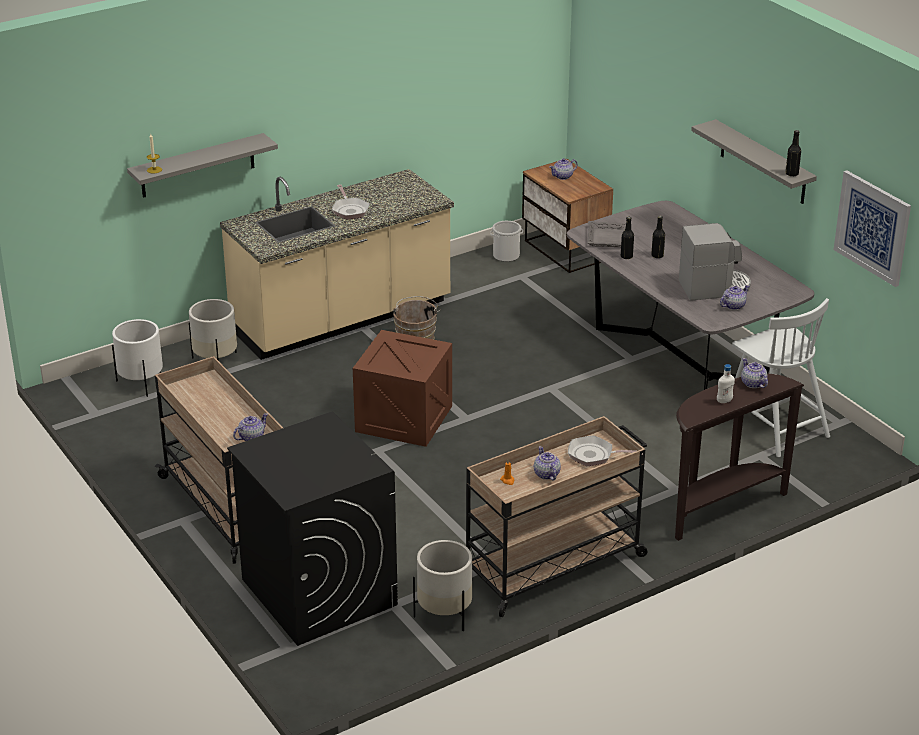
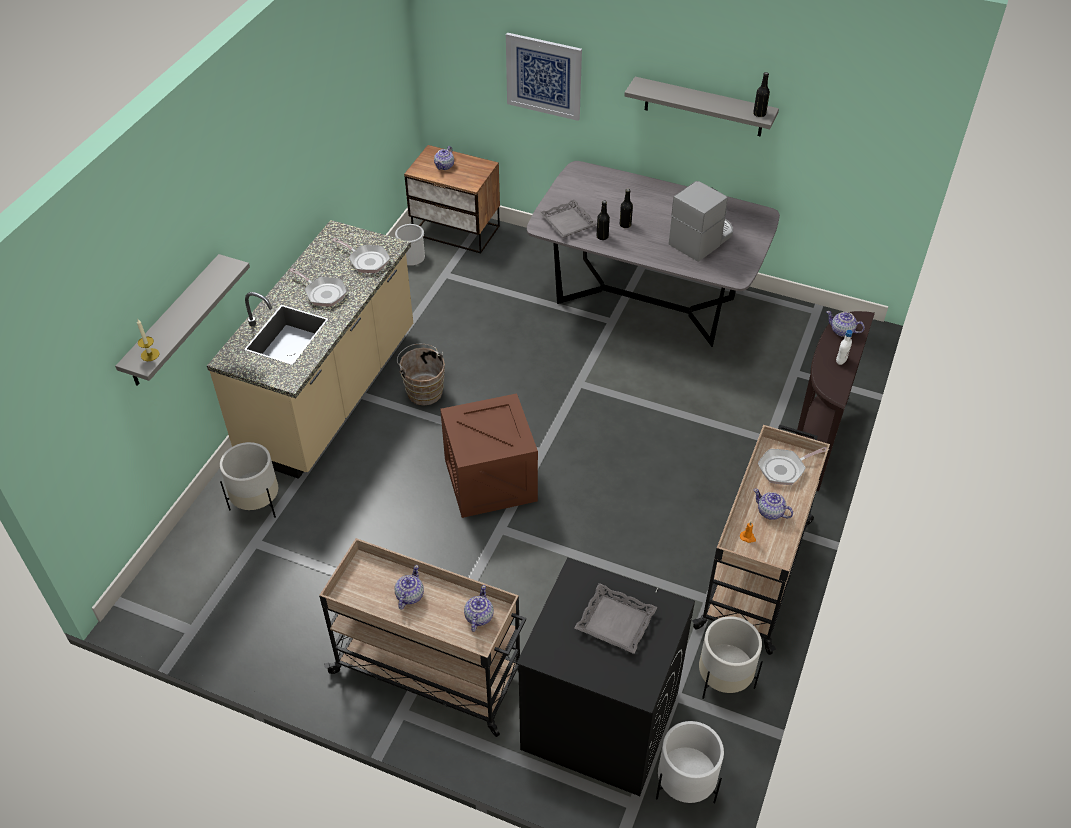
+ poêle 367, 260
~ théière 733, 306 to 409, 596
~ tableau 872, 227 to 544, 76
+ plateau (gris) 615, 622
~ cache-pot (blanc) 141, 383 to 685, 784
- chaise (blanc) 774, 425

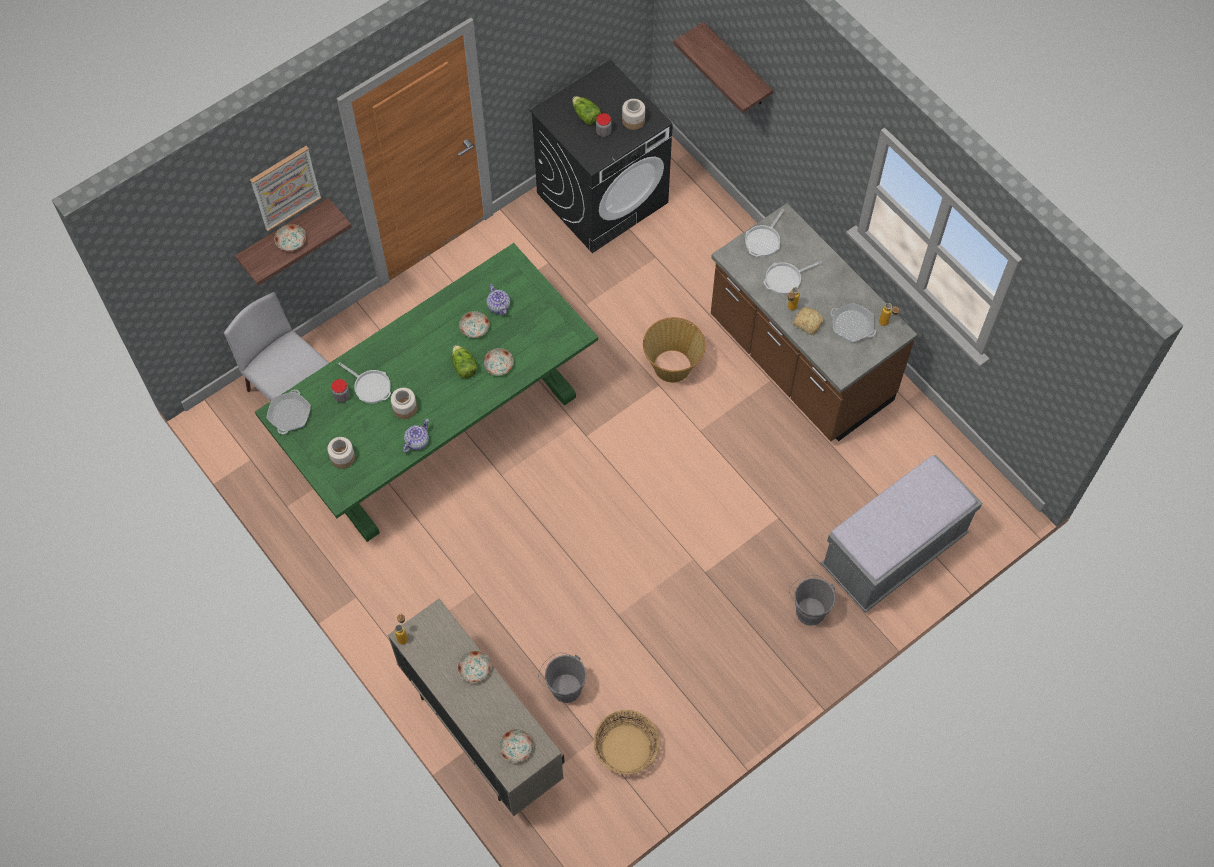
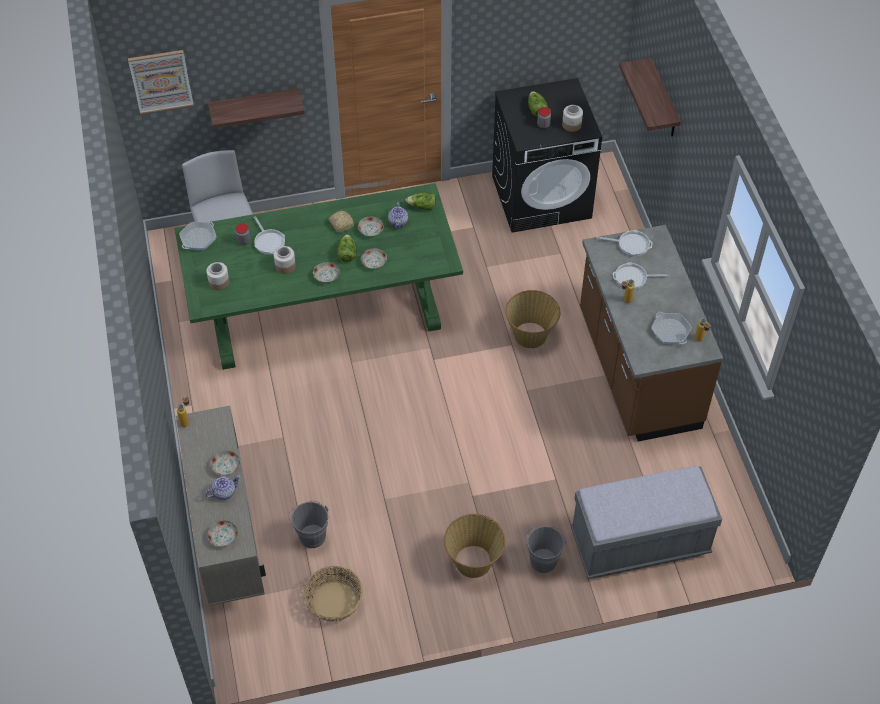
~ tableau 285, 187 to 161, 81
~ théière 417, 441 to 224, 492
~ assiette 291, 242 to 326, 276
~ pain 807, 322 to 341, 224
+ laitue 422, 207
+ panier 473, 561
~ poêle 764, 240 = 631, 244 135 degrees counterclockwise

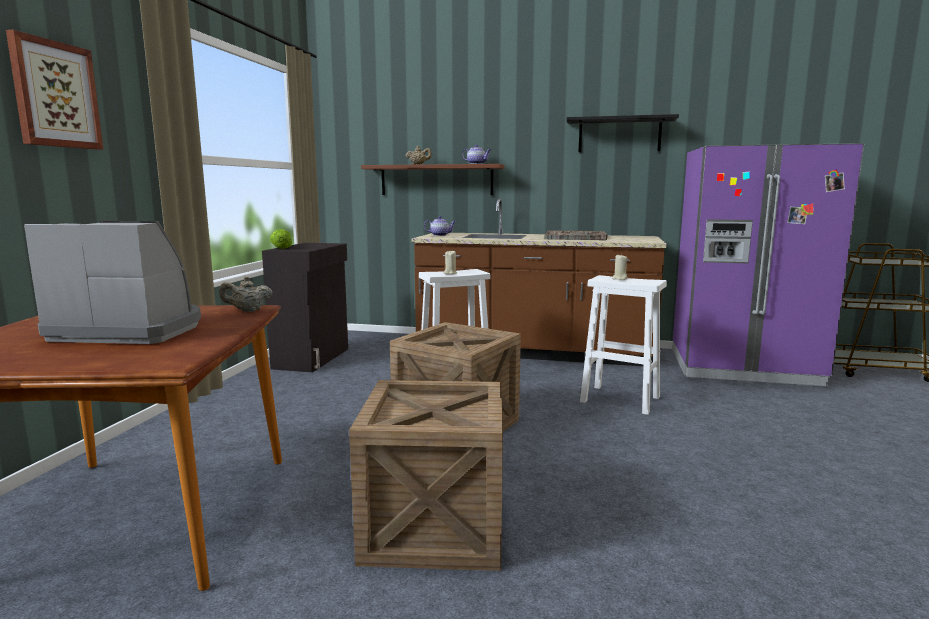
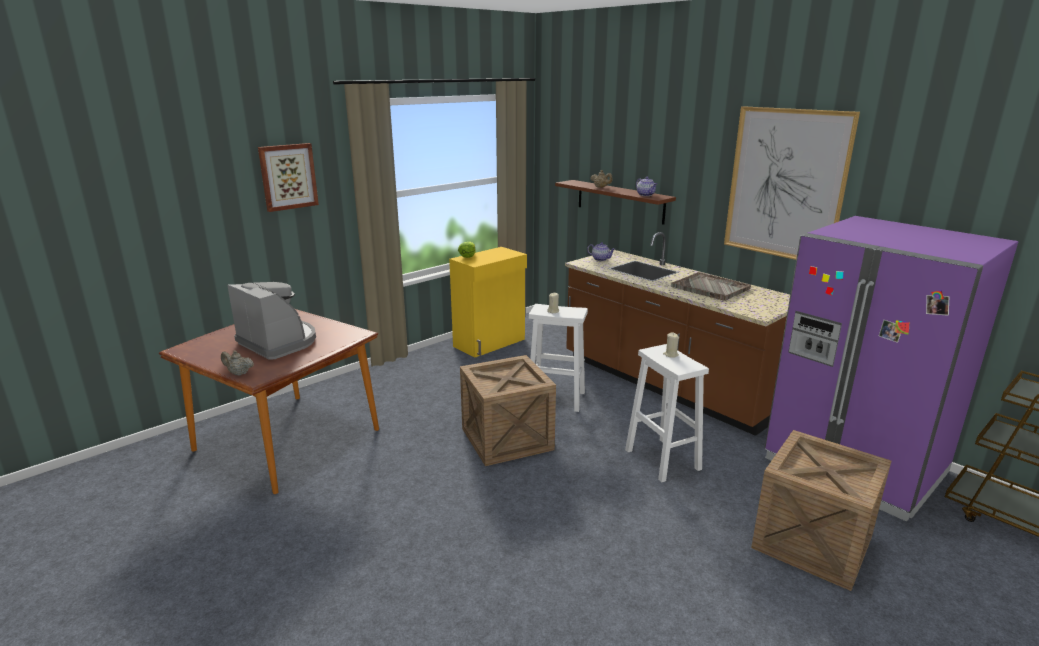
~ théière (beige) 247, 311 to 238, 373
~ meuble de rangement (noir) 313, 358 to meuble de rangement (jaune) 490, 343
~ étagère (noir) 619, 135 to tableau 786, 184
~ caisse 434, 526 to 812, 542

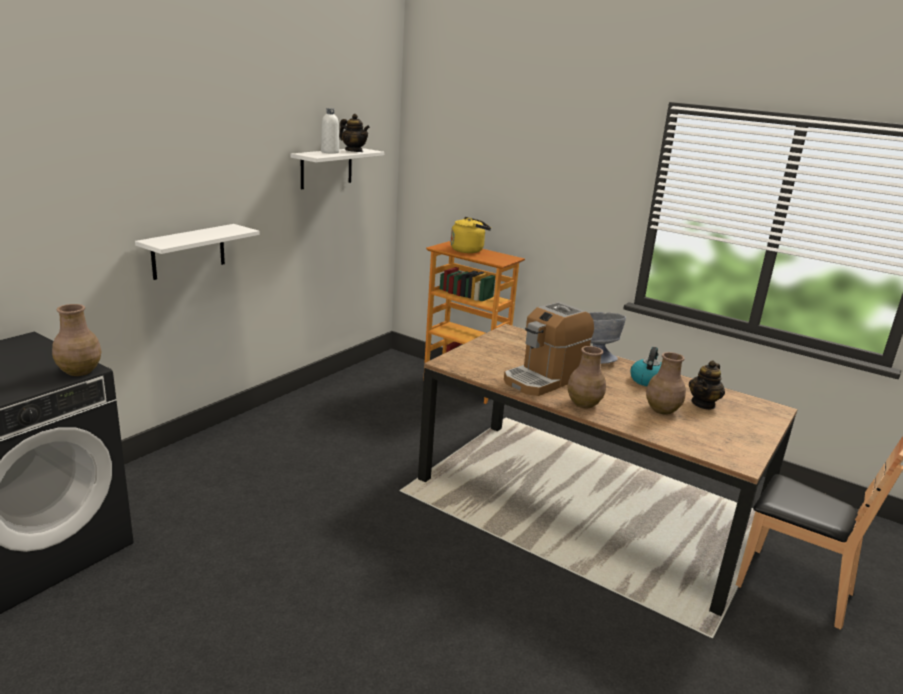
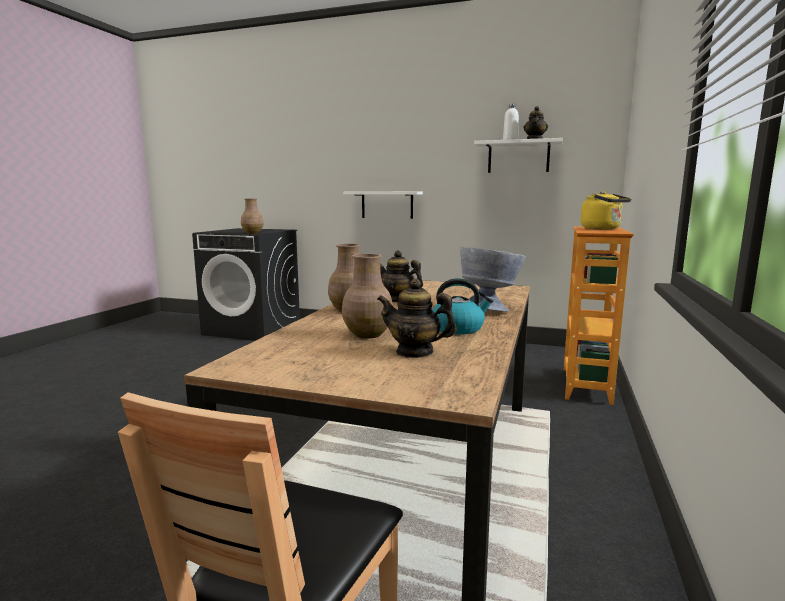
~ machine à café 544, 379 to théière 398, 299

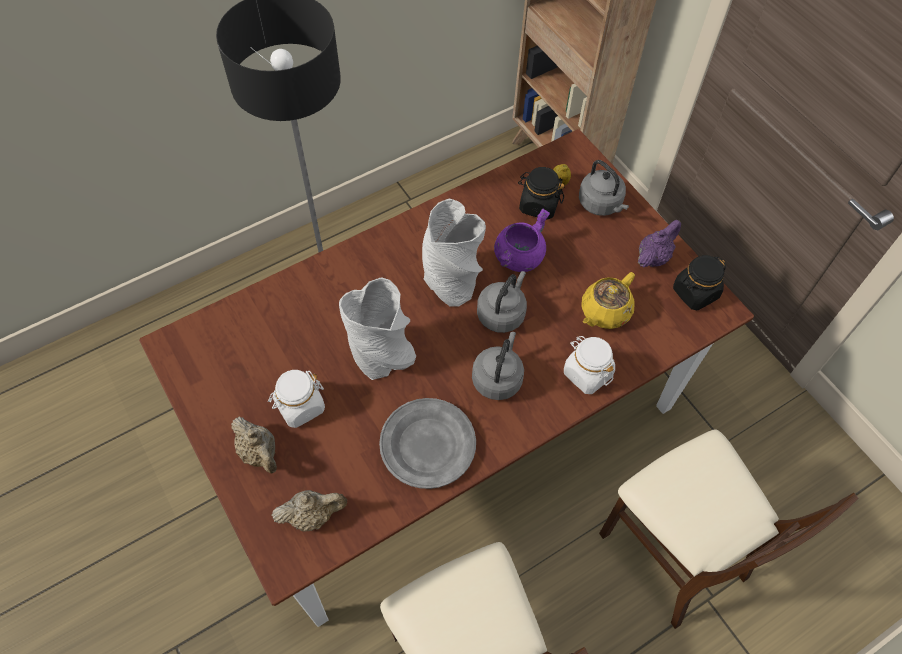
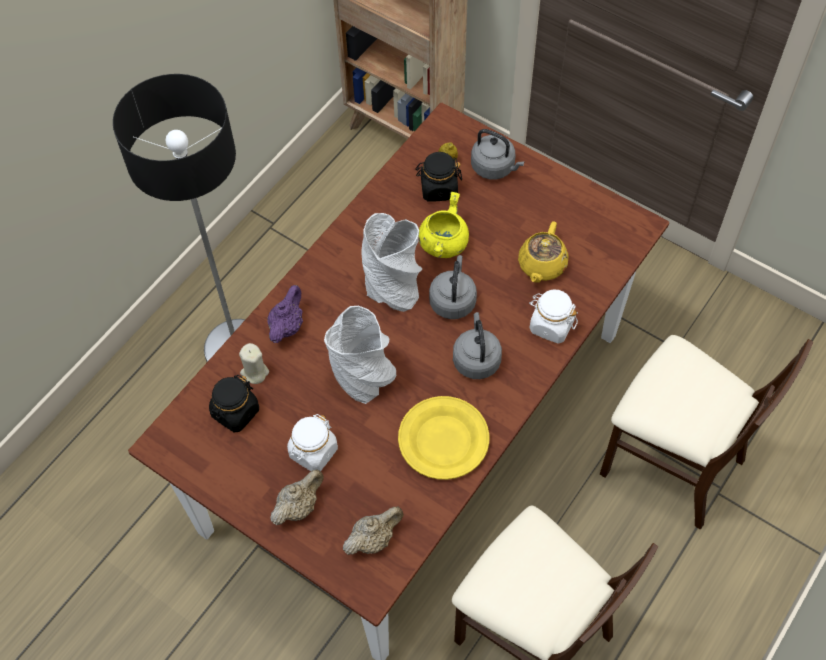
~ bocal (noir) 695, 293 to 235, 412
+ bougie (beige) 254, 372
~ théière (violet) 653, 257 to 287, 326
~ théière (beige) 260, 453 = 298, 506 75 degrees counterclockwise
~ assiette (gris) 427, 445 to assiette (jaune) 443, 440
~ marmite (violet) 518, 257 to marmite (jaune) 443, 244

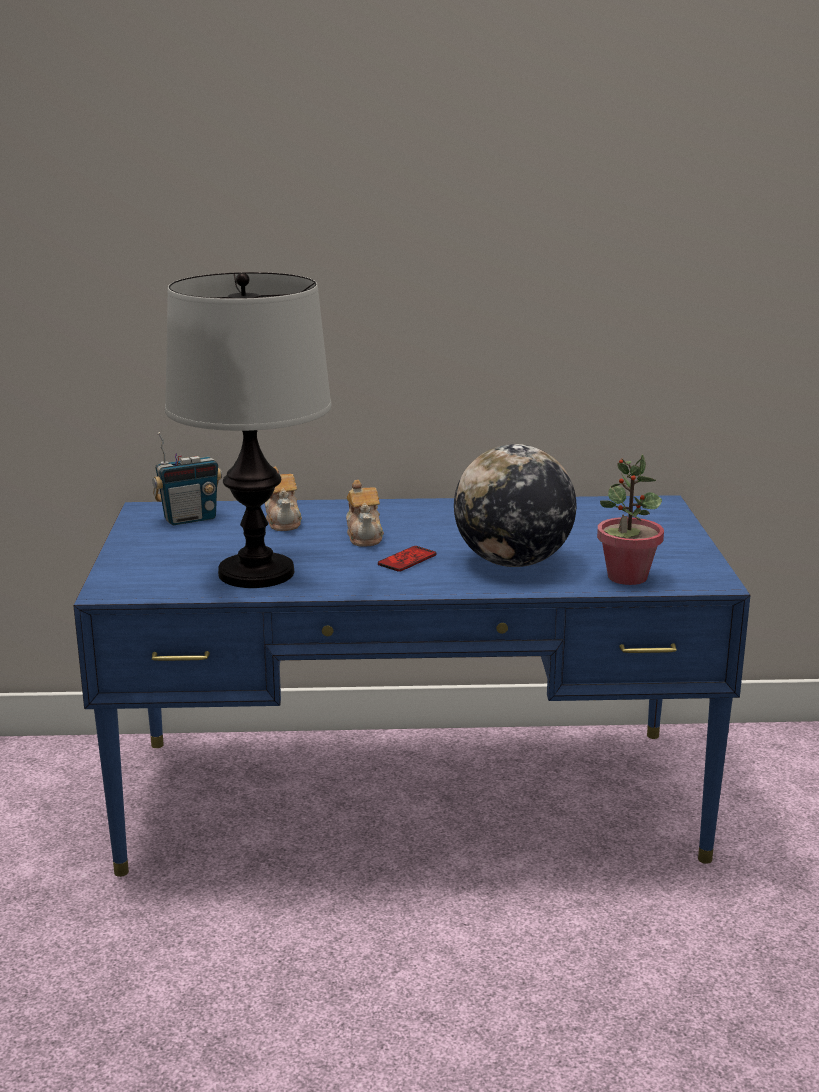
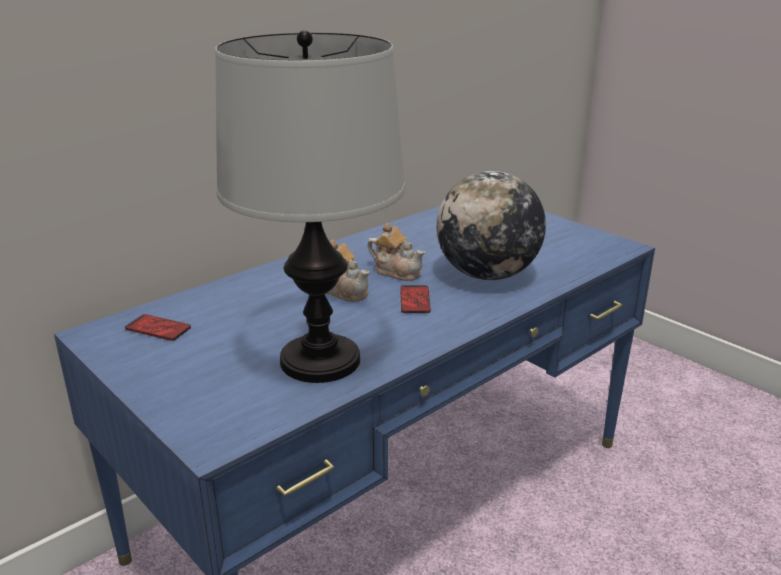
~ radio 189, 519 to téléphone 158, 328
~ théière 283, 521 to 397, 271
- plante en pot 626, 577

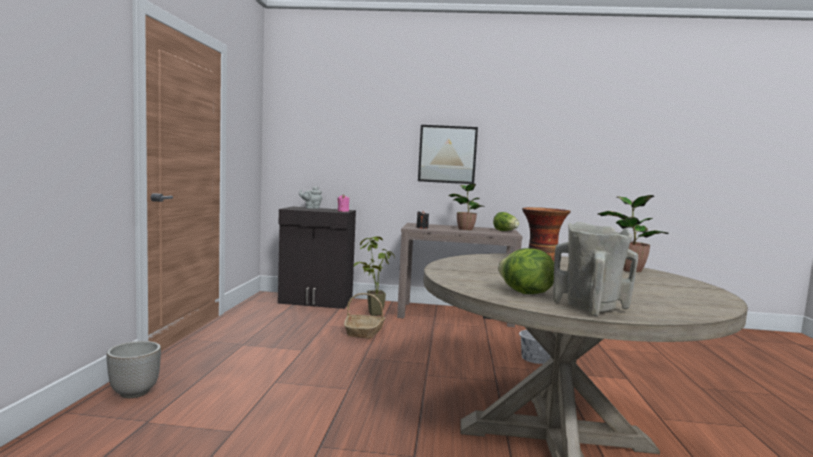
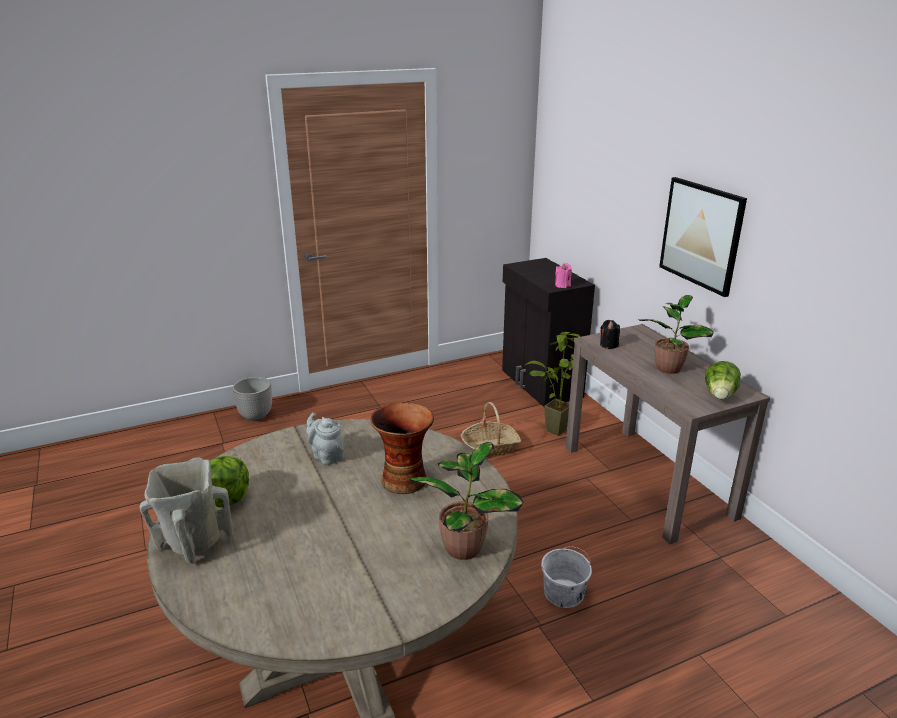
~ théière (gris) 311, 208 to 326, 455

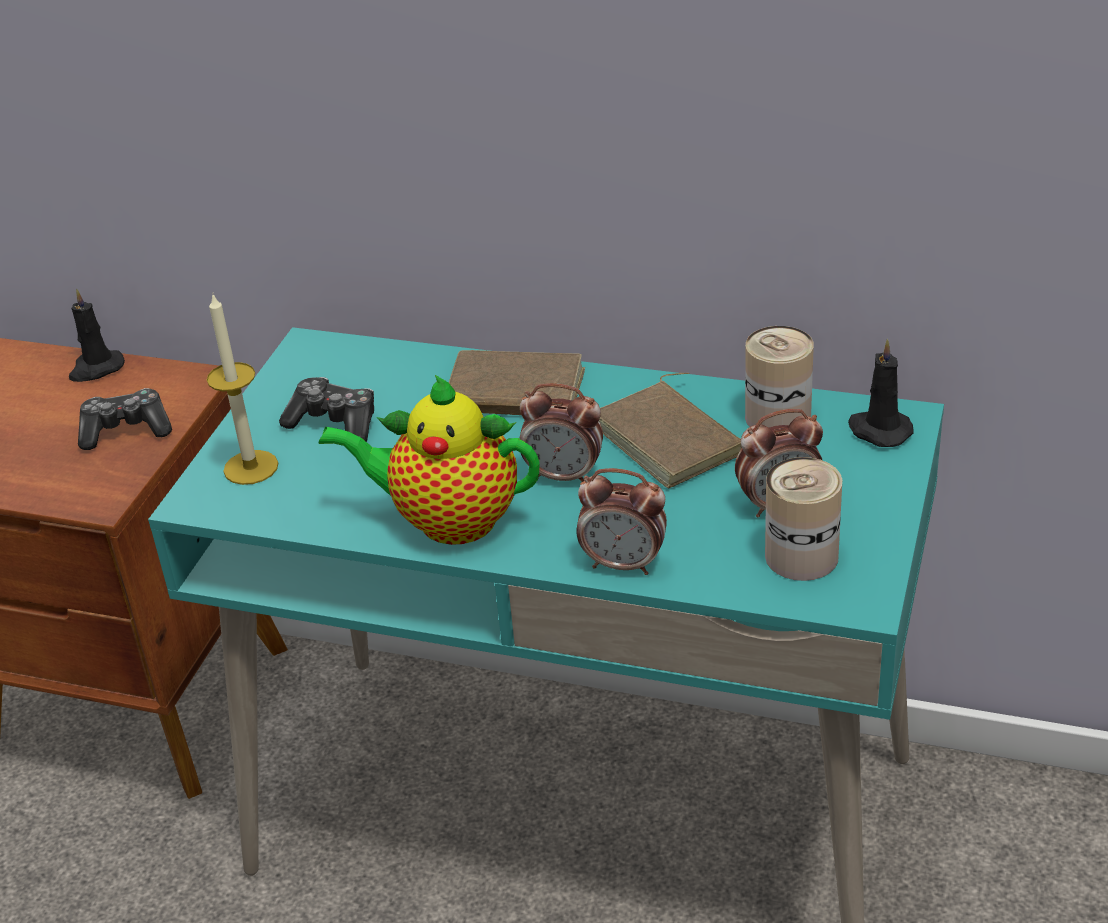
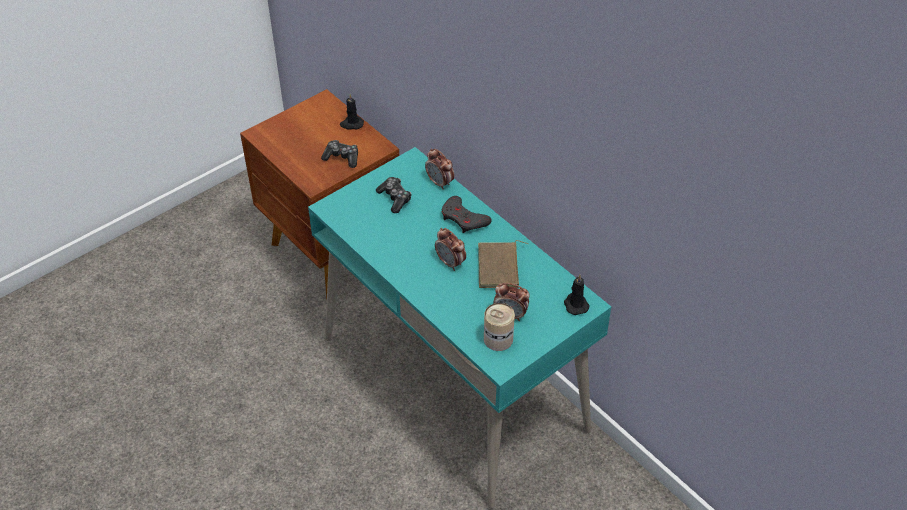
~ réveil 624, 564 to 440, 183
~ livre (marron) 513, 395 to manette (gris) 464, 219
- bougie 251, 467
- théière 448, 520
- boîte métallique 777, 417

